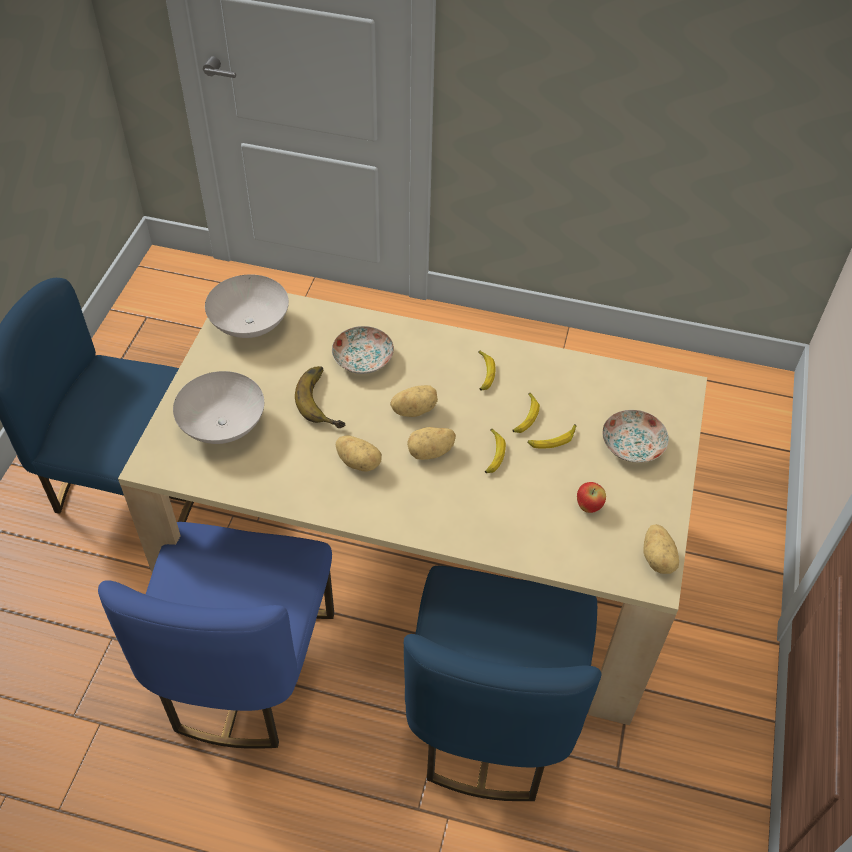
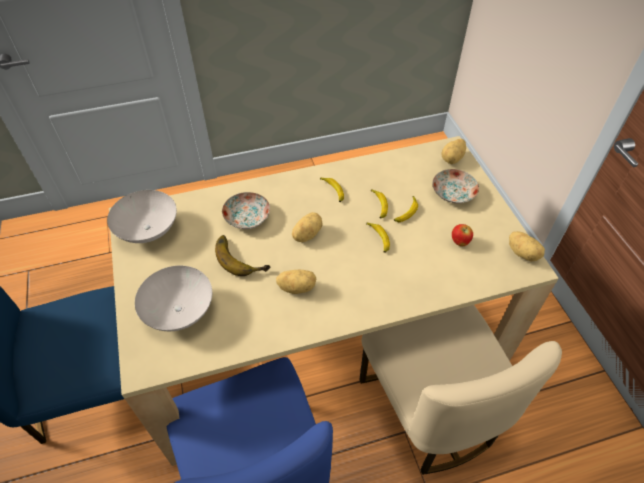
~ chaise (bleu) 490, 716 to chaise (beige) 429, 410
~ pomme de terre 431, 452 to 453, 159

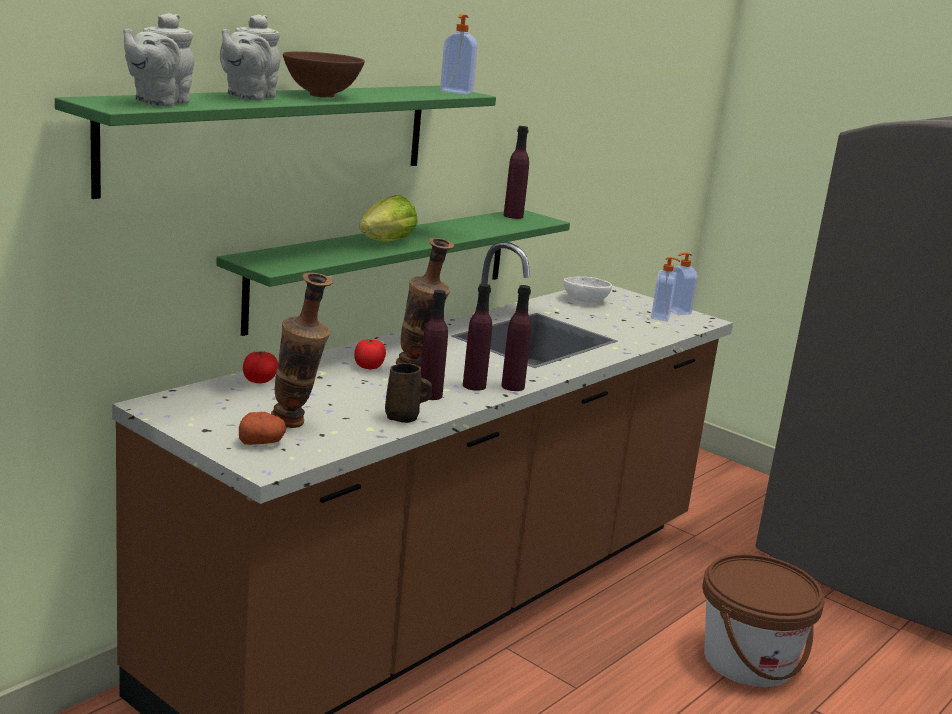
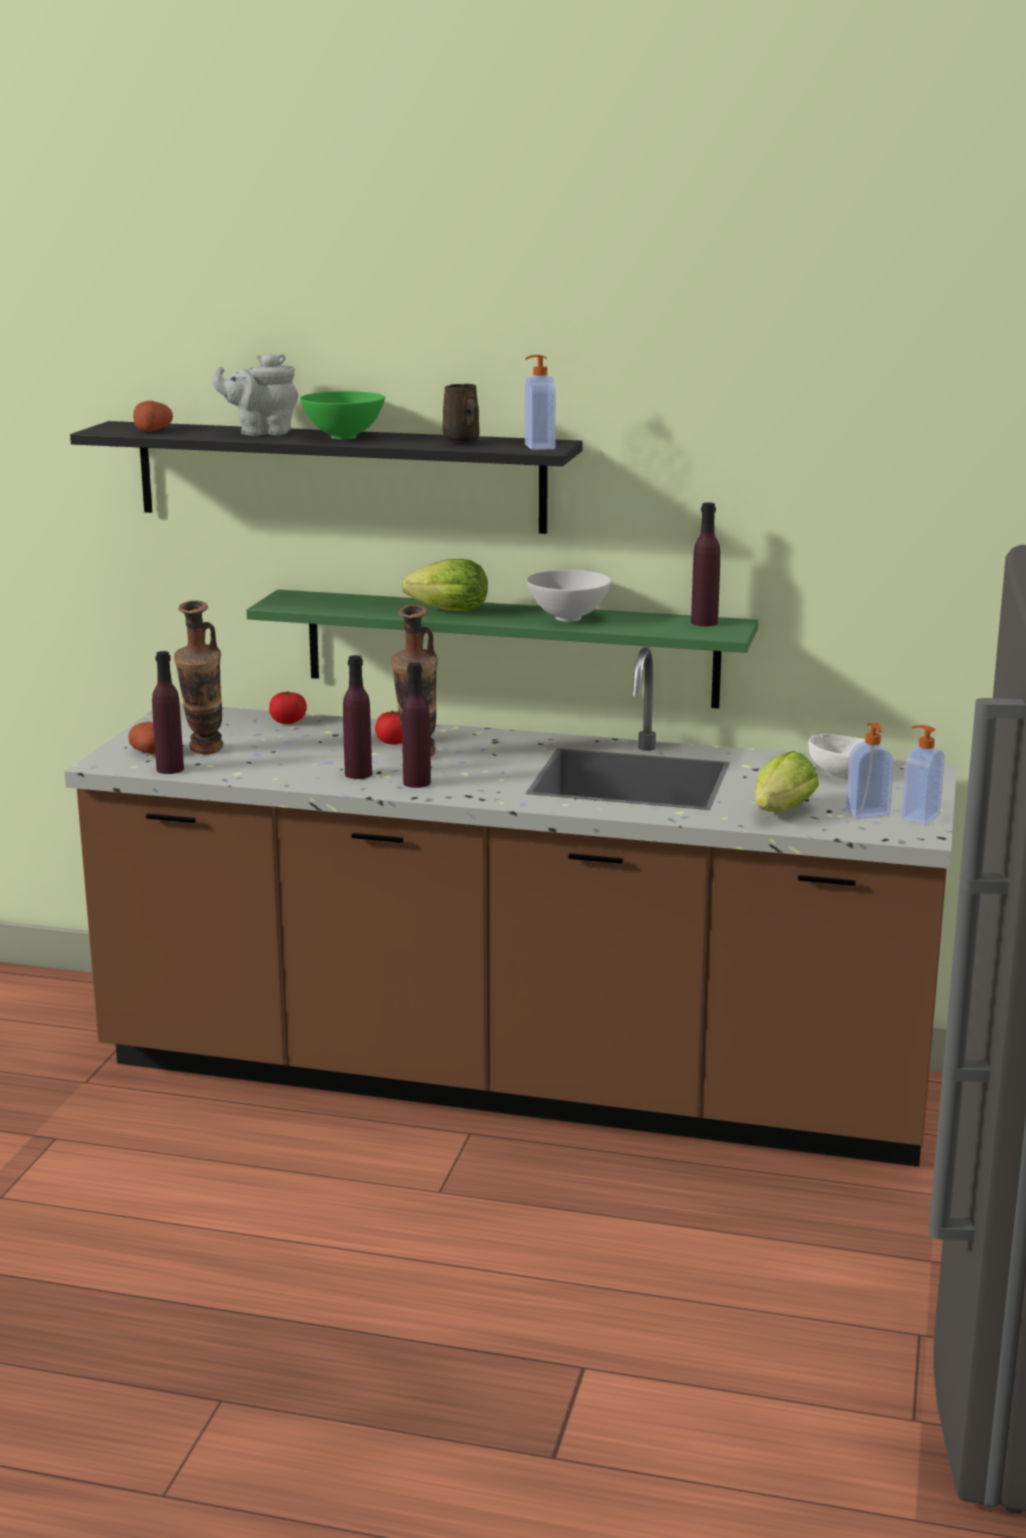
~ étagère (vert) 275, 135 to étagère (noir) 339, 476
~ théière (gris) 159, 102 to pomme de terre 153, 430
~ bouteille (violet) 512, 386 to 170, 769
~ bol (marron) 322, 95 to bol (vert) 344, 437
~ mug (marron) 404, 417 to 462, 442
+ bol (blanc) 569, 618
+ laitue 780, 813
- seau (marron) 748, 661

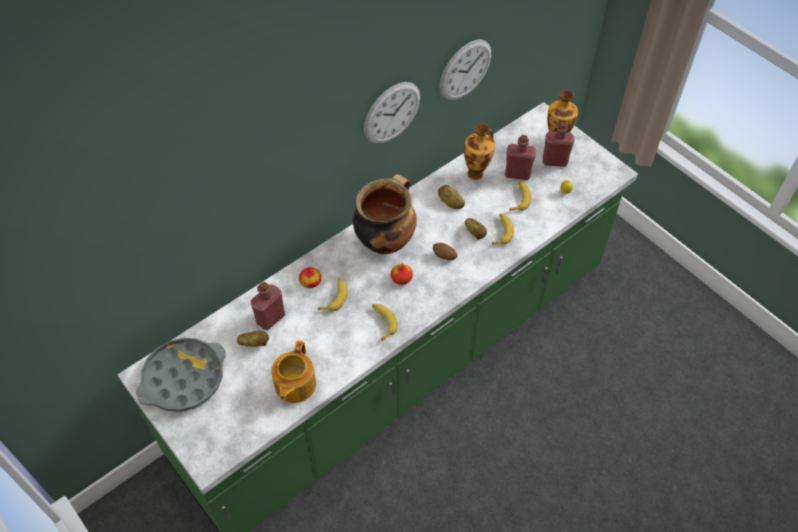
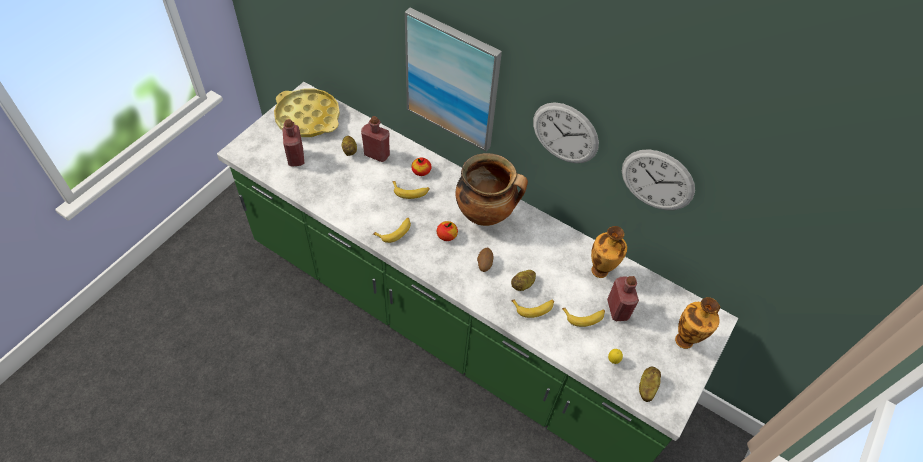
~ plateau (gris) 183, 378 to plateau (jaune) 308, 117
~ bouteille (rouge) 555, 161 to 296, 158
+ tableau 452, 80
~ pomme de terre 450, 203 to 646, 387
- théière 294, 385

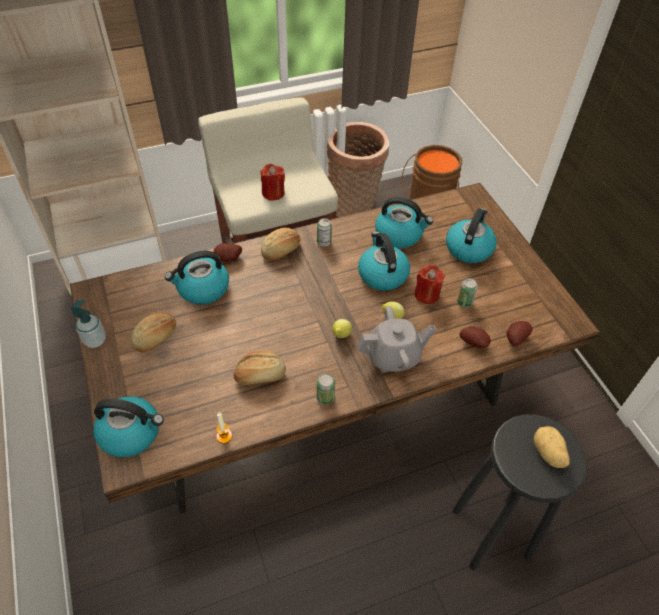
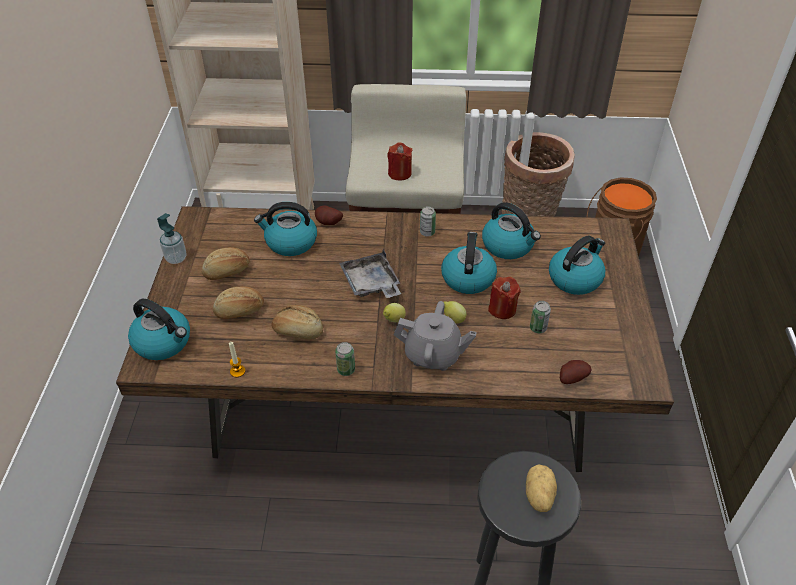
~ pain 281, 250 to 239, 311
+ plateau (gris) 371, 284
- pomme de terre 474, 343

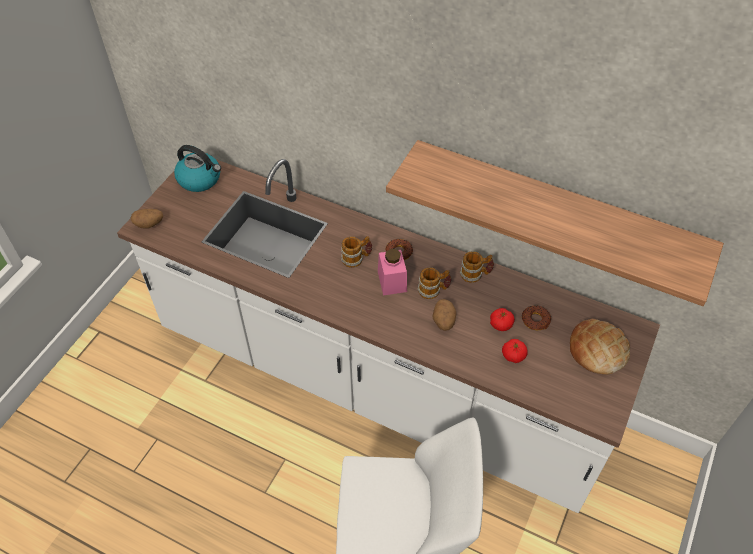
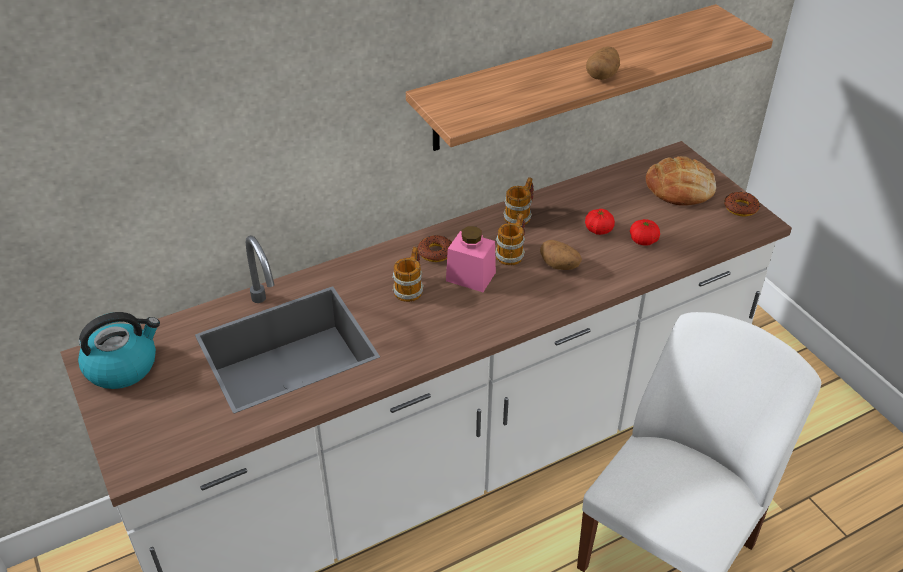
~ pomme de terre 149, 224 to 602, 75
~ beignet 535, 320 to 741, 208

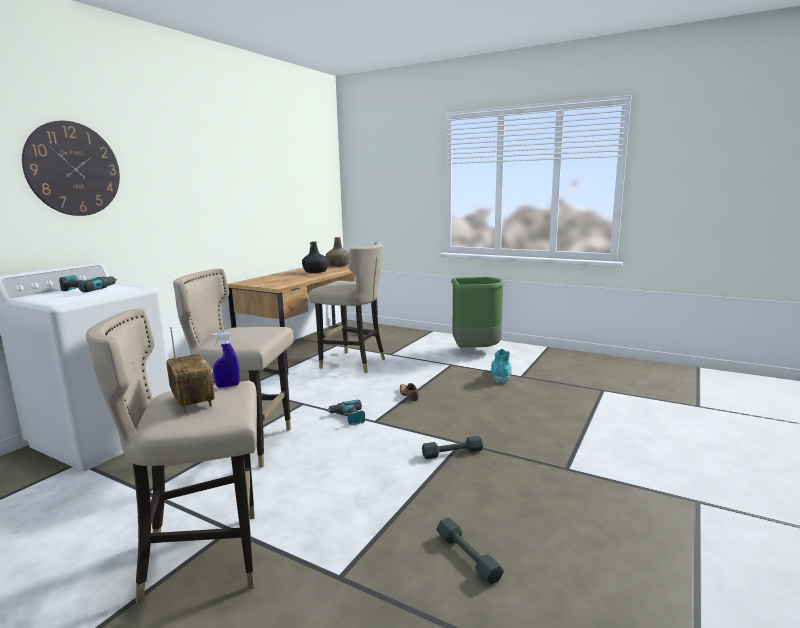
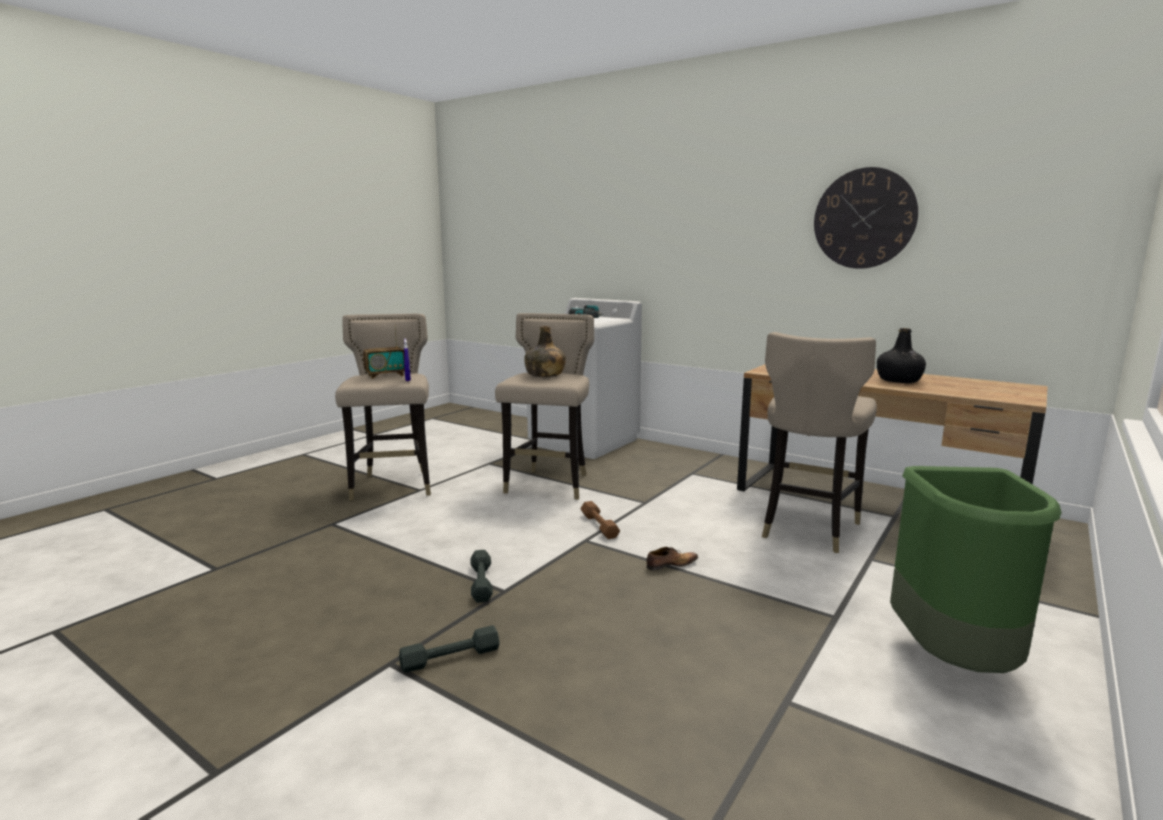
~ haltère (gris) 468, 556 to 450, 658
~ bouteille (vert) 338, 265 to 545, 374
~ perceuse 348, 417 to haltère (marron) 599, 526
~ horloge murale 73, 169 to 864, 218
- botte (turquoise) 501, 375

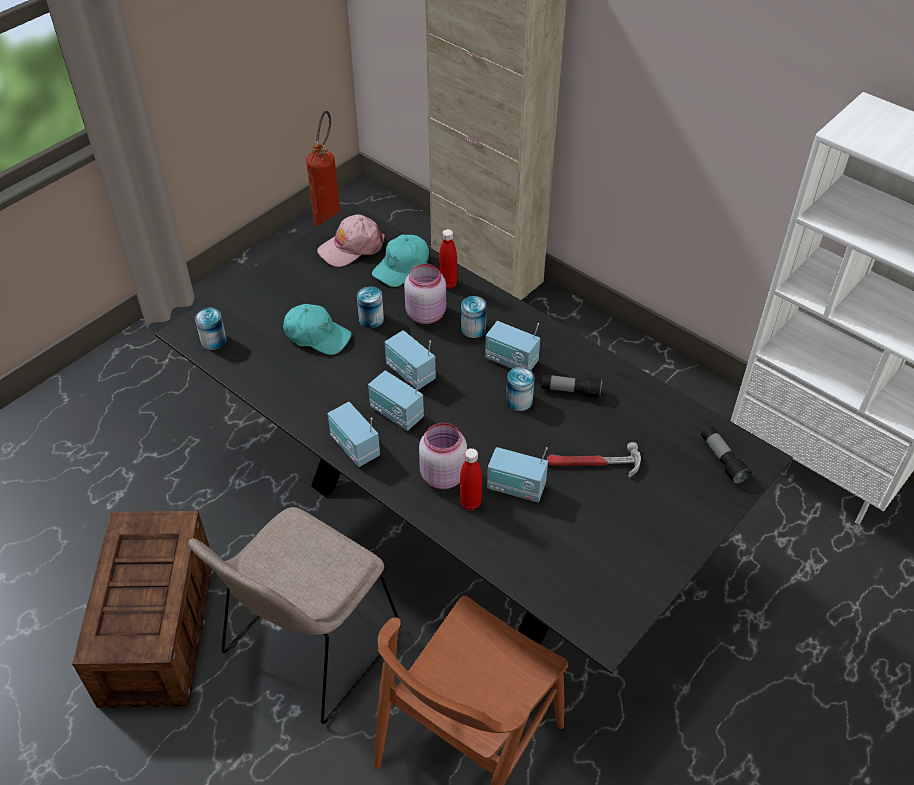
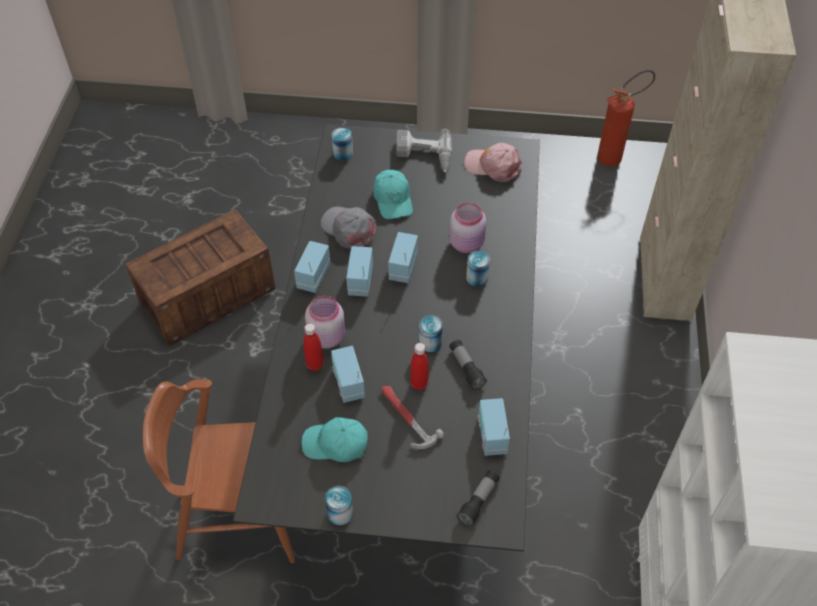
~ casquette (turquoise) 402, 267 to 336, 444
+ casquette (gris) 348, 229
~ boîte métallique 371, 319 to 340, 513
+ perceuse 424, 156
~ bouteille (rouge) 448, 284 to 419, 384
~ radio 511, 361 to 491, 436
- chaise (beige) 309, 648

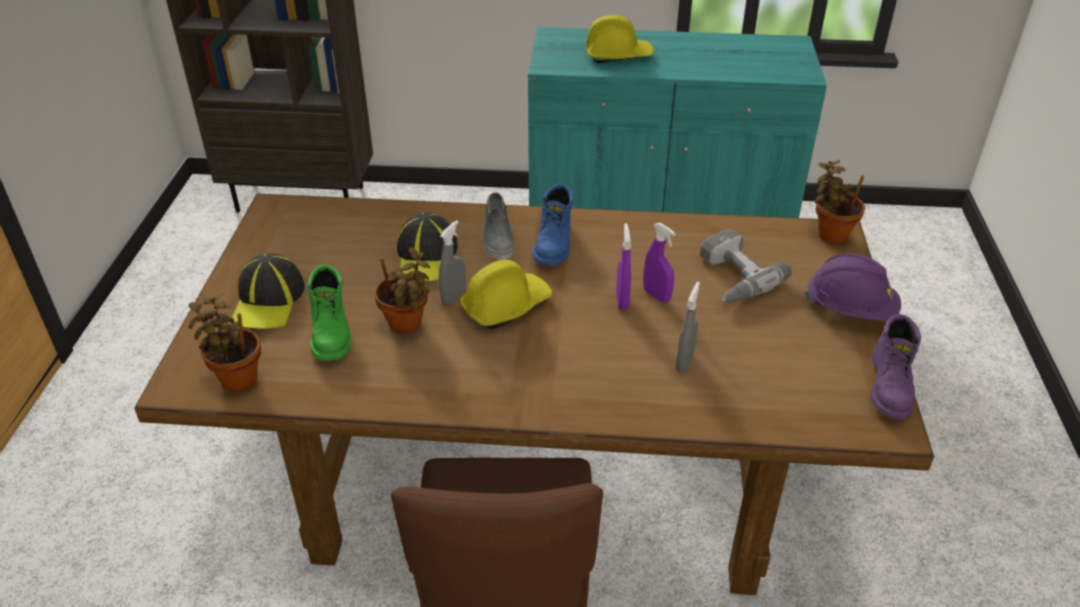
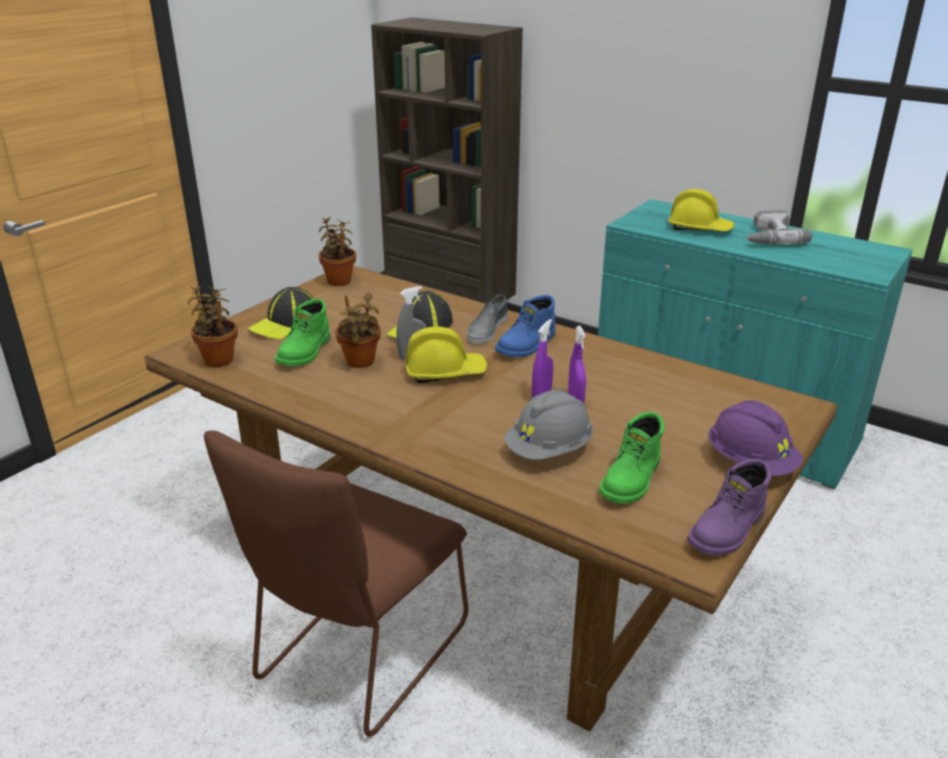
~ plante en pot 830, 234 to 339, 280
~ vaporisateur (gris) 684, 362 to casque de chantier (gris) 549, 451
+ botte (vert) 632, 480
~ perceuse 731, 277 to 767, 237

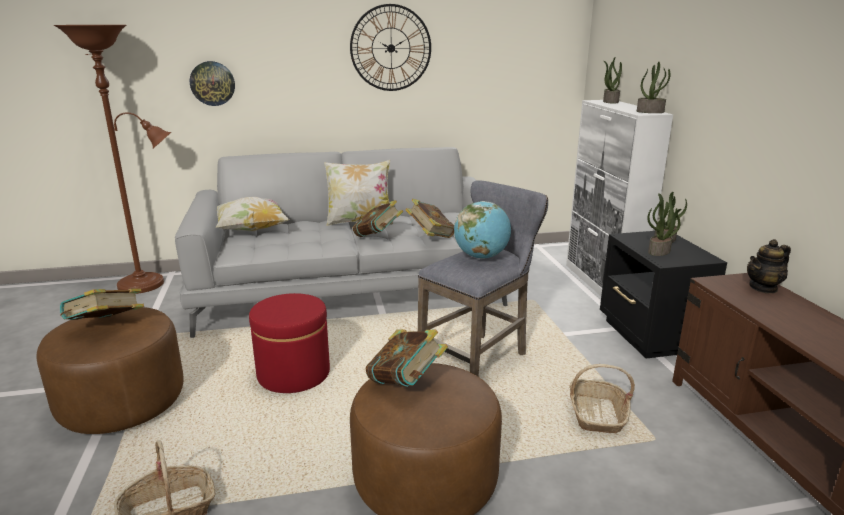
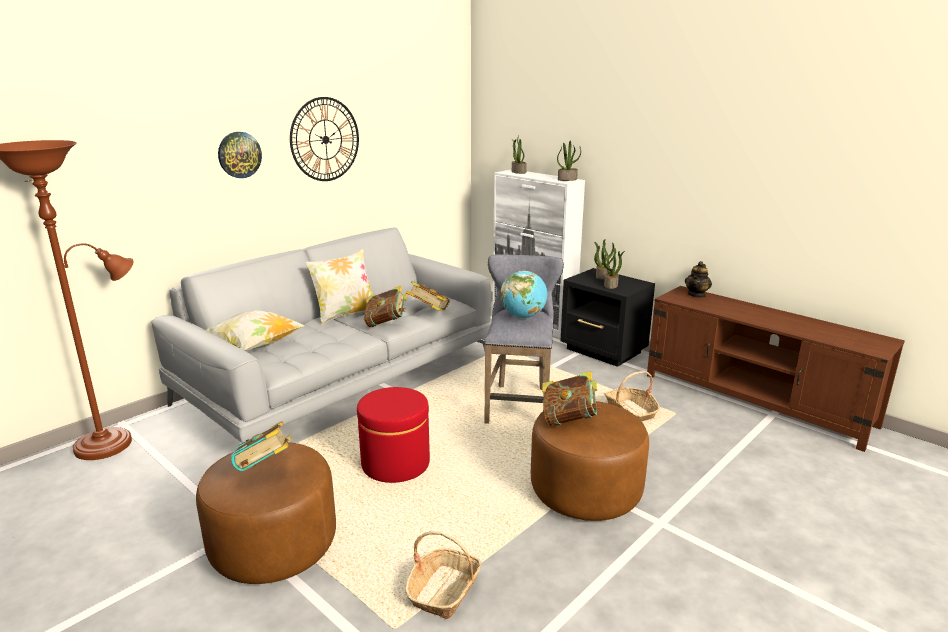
~ horloge murale 212, 83 to 239, 155

